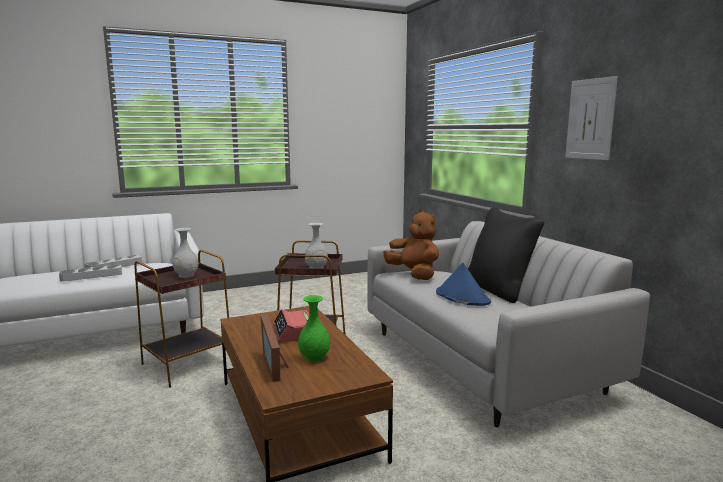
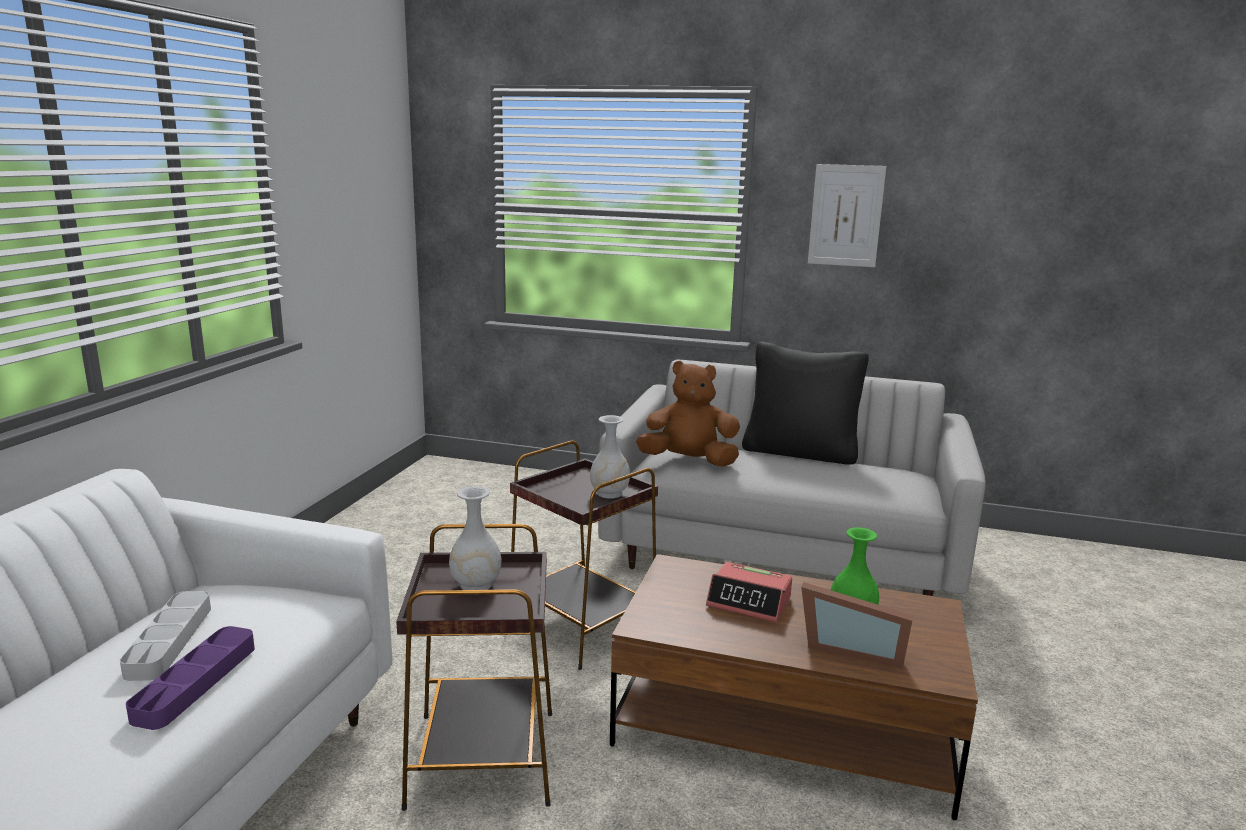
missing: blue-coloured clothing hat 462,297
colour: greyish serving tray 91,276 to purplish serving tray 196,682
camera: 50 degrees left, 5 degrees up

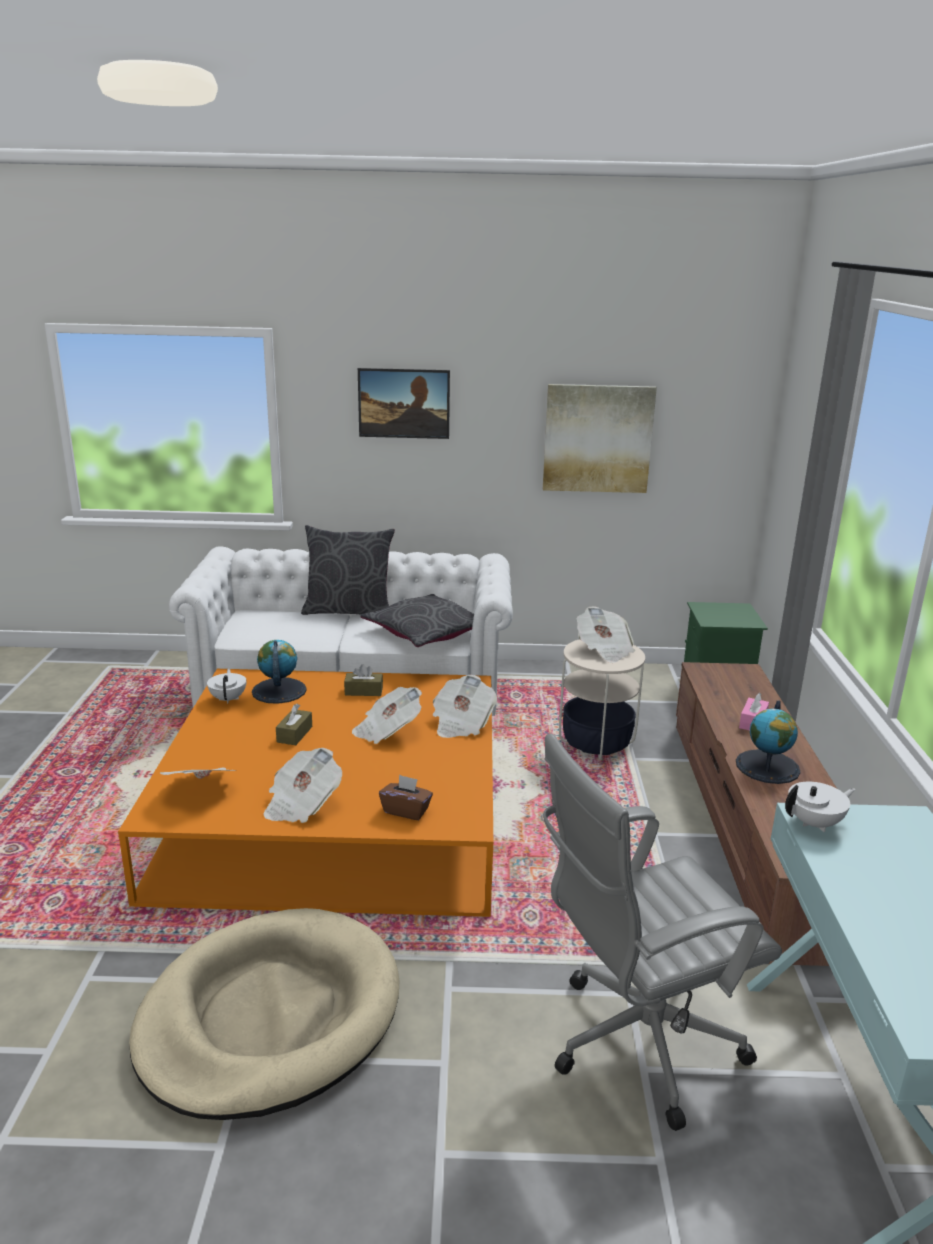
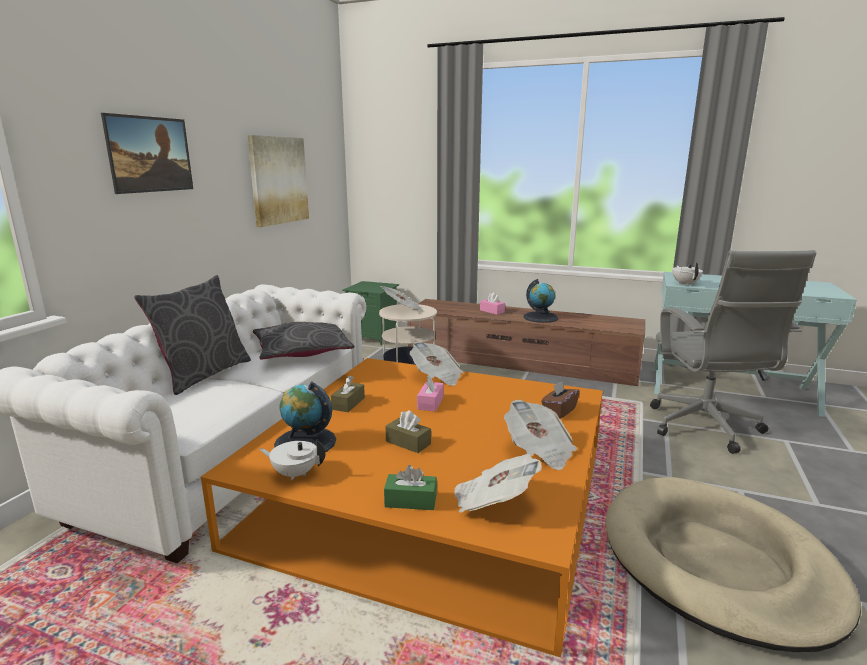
appeared: green box of tissues 410,501
exchanged: daily paper 387,731 to pink box of tissues 430,403
camera: 70 degrees left, 5 degrees down

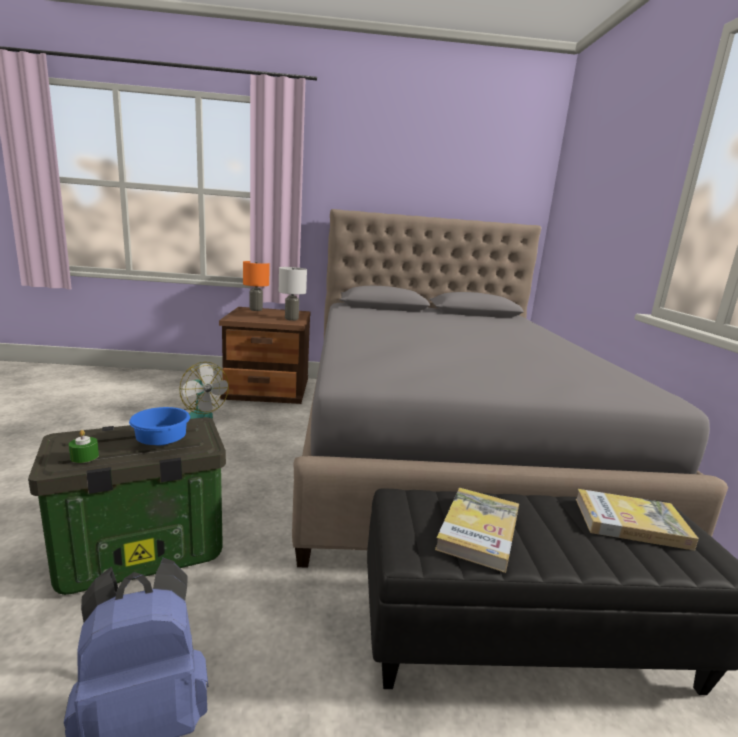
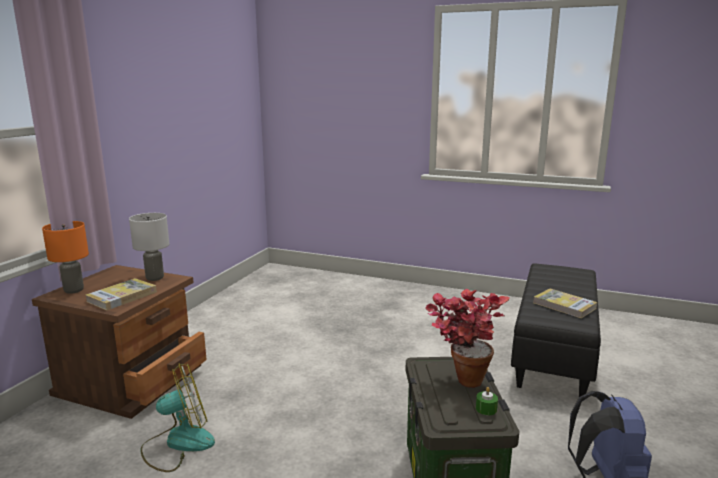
missing: greyish sleeping bed 443,444
relocated: volume 630,522 to 122,297
exchanged: blue-coloured bowl 160,441 to potted plant 461,377
camera: 65 degrees left, 0 degrees up

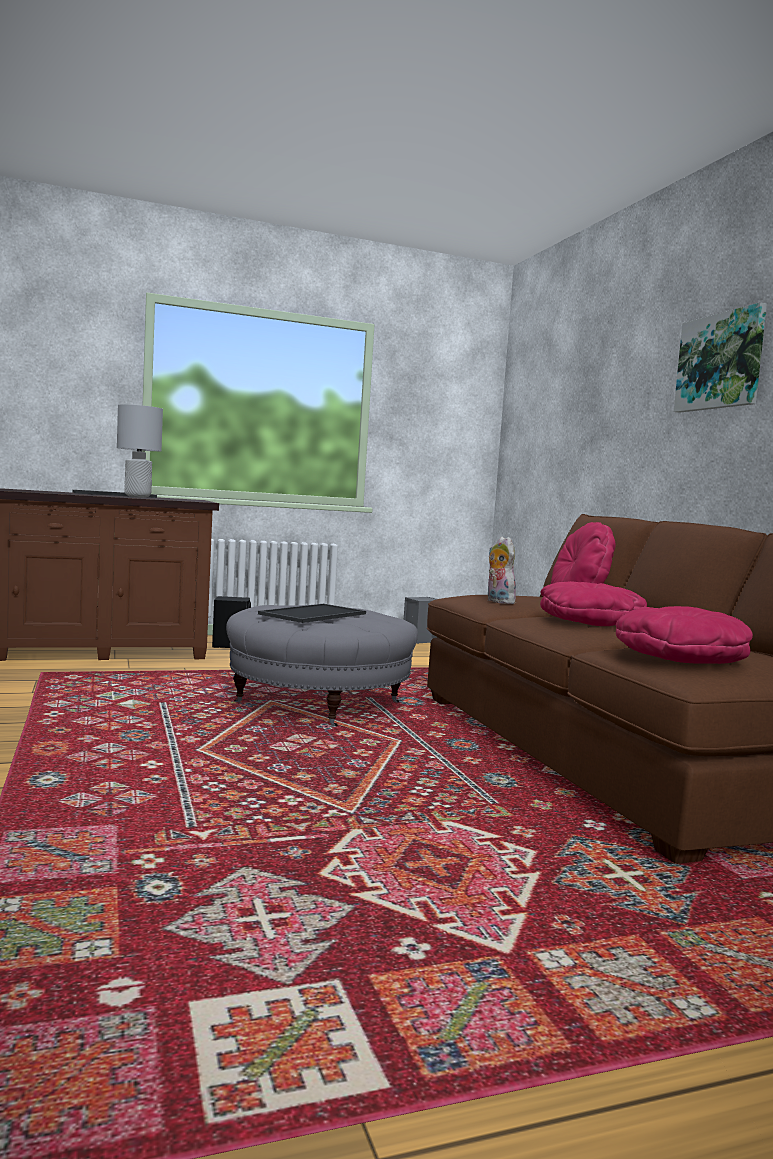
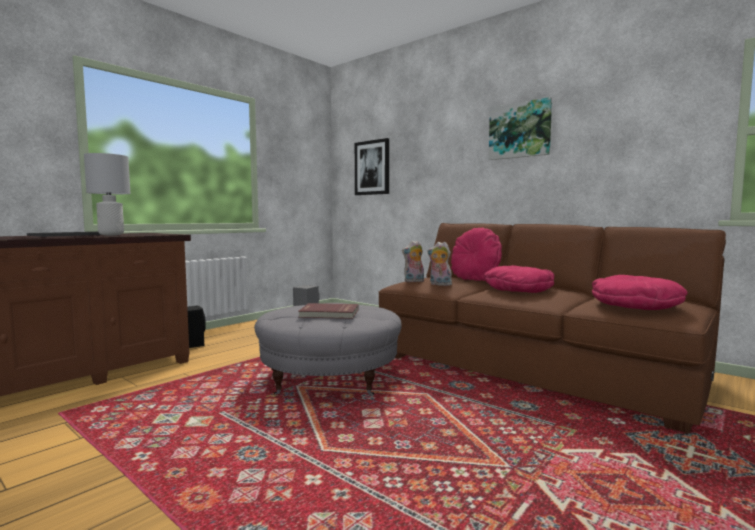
appeared: wall art 372,167; soft toy 414,281
exchanged: serving tray 314,614 to red volume 329,313
camera: 30 degrees left, 0 degrees up

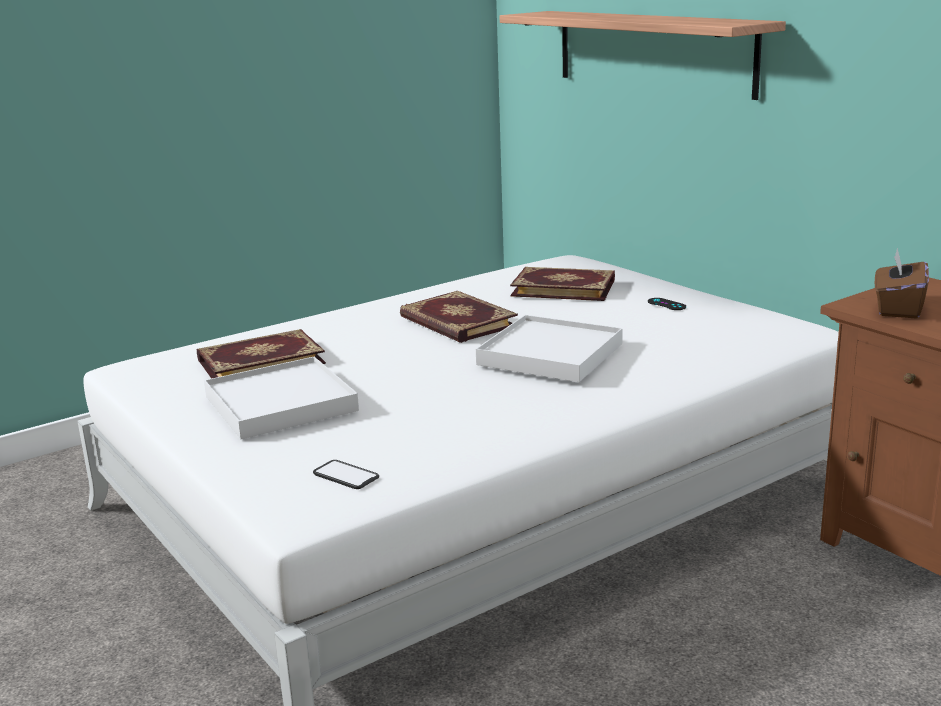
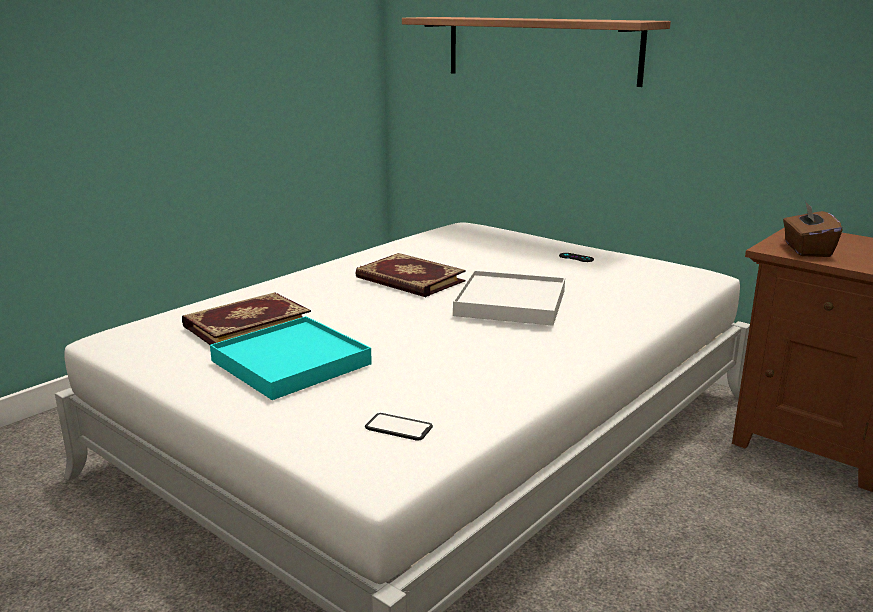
missing: volume 563,287
colour: white-coloured serving tray 280,403 to turquoise serving tray 290,362
camera: 15 degrees left, 0 degrees up

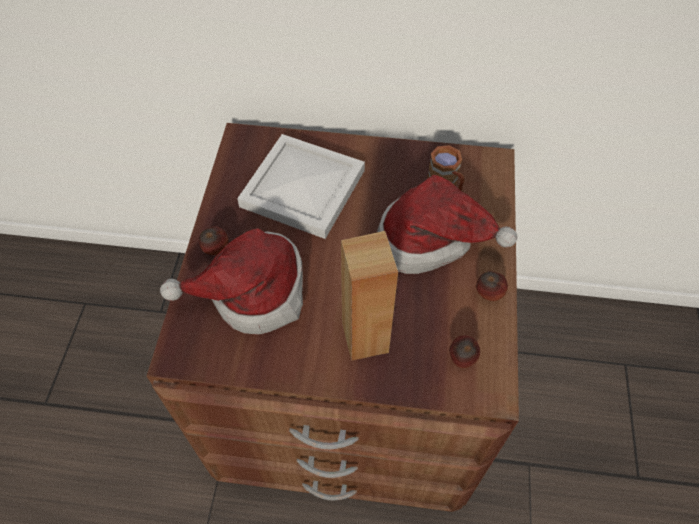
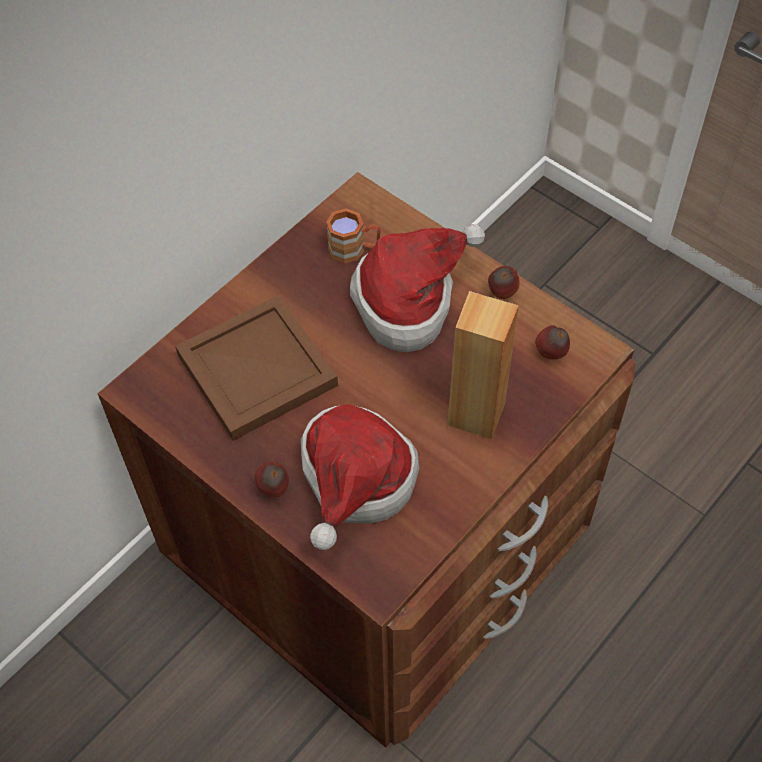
colour: white-coloured serving tray 302,187 to brown-coloured serving tray 254,370
camera: 55 degrees left, 0 degrees up

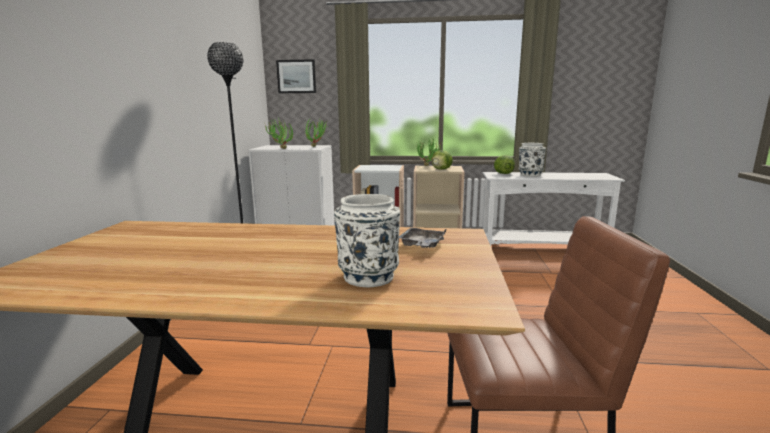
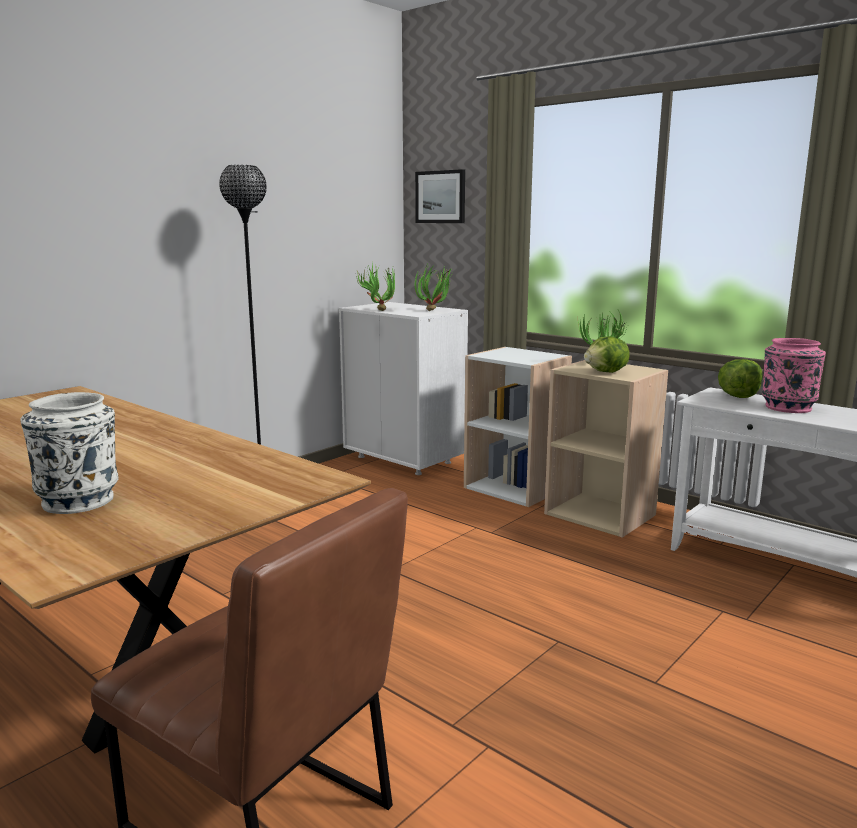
missing: greyish serving tray 421,245
colour: white-coloured vase 529,175 to pink vase 787,407
camera: 35 degrees right, 0 degrees up

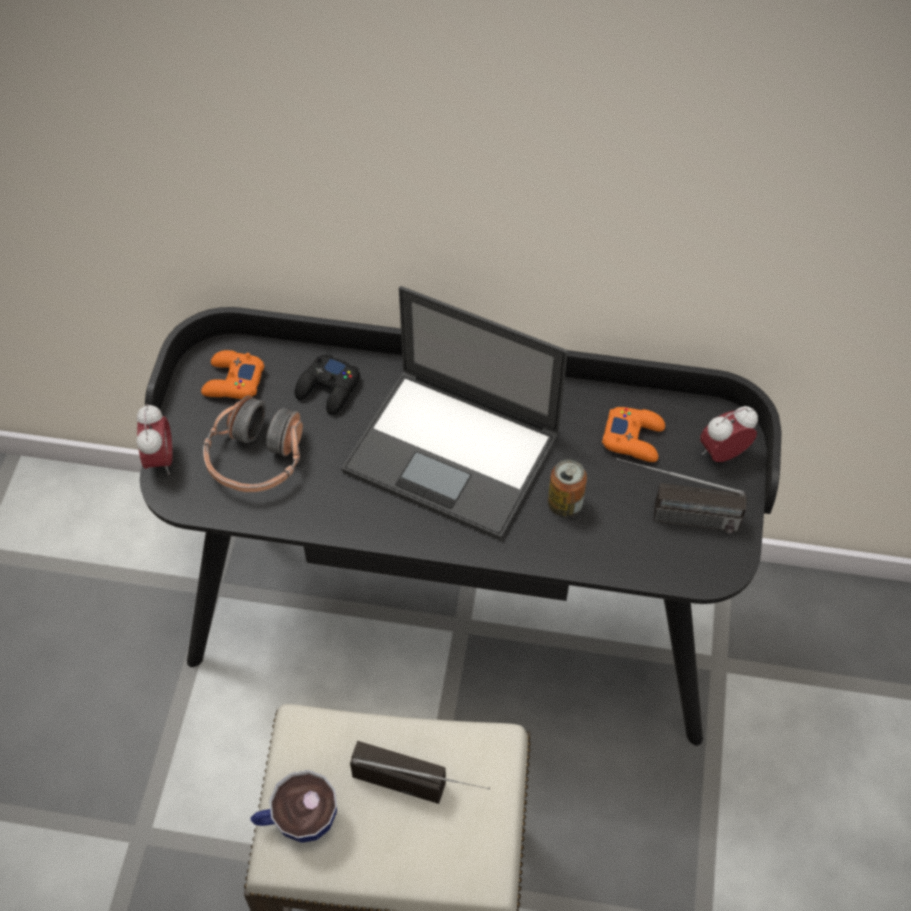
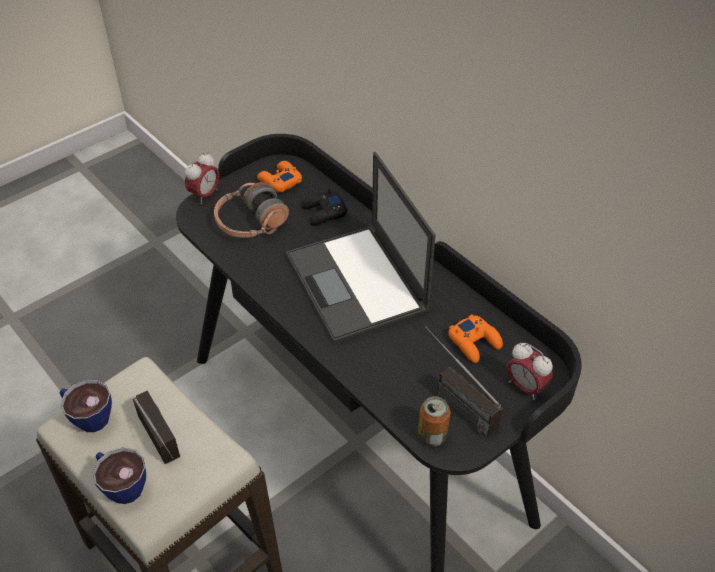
appeared: drinking cup 121,485
relocated: can 565,504 to 432,436
spun: bedside clock 722,453 = 525,387 150 degrees counterclockwise
camera: 40 degrees right, 10 degrees down

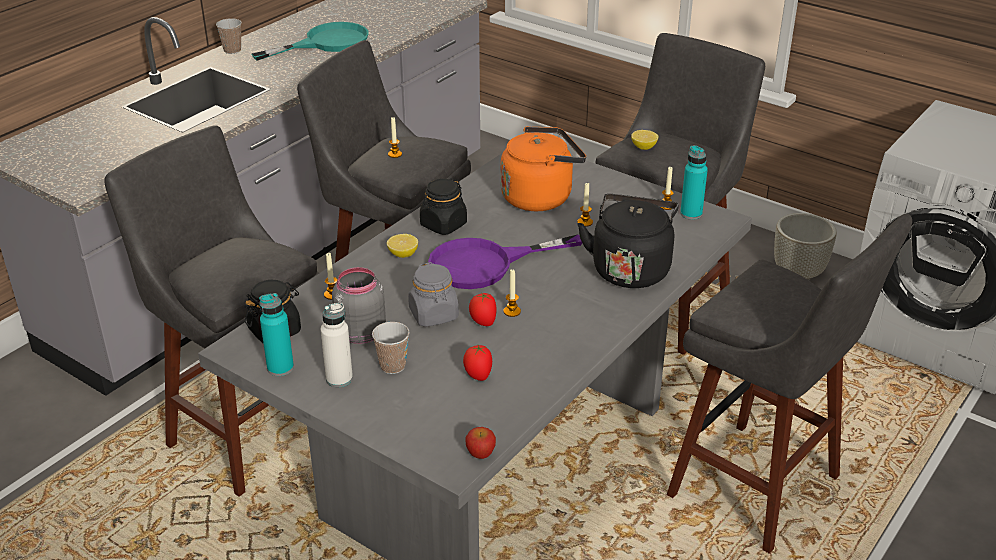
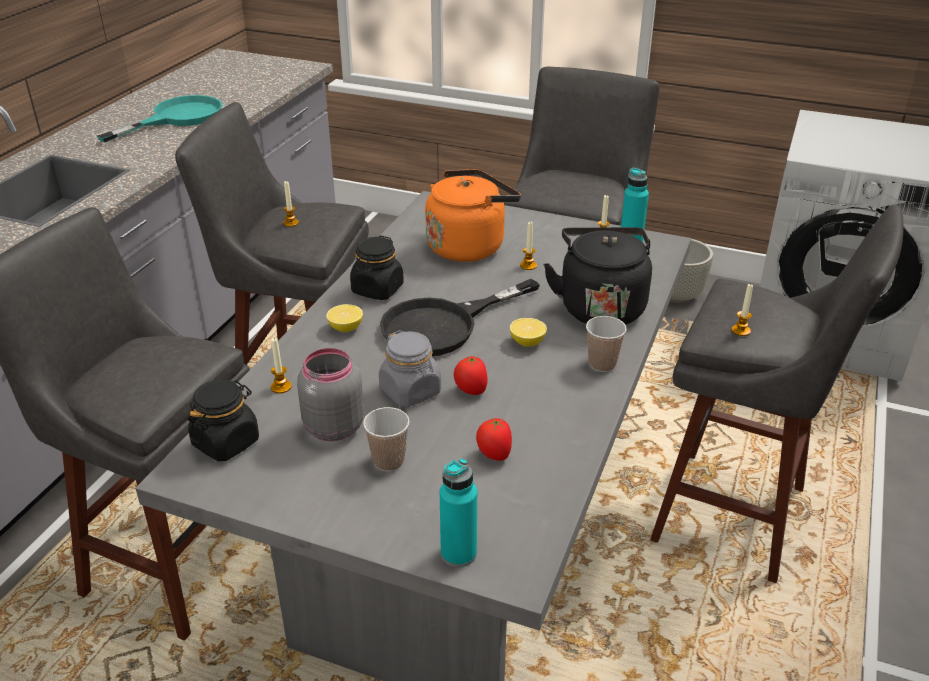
missing: white-coloured drink bottle 339,379; apple 480,454
relocated: drinking cup 232,50 to 602,364; turquoise drink bottle 280,368 to 458,554; wax candle 512,311 to 741,330; citrus fruit 643,147 to 527,342
colour: purplish skillet 485,264 to blackish skillet 443,325
camera: 15 degrees left, 0 degrees up

